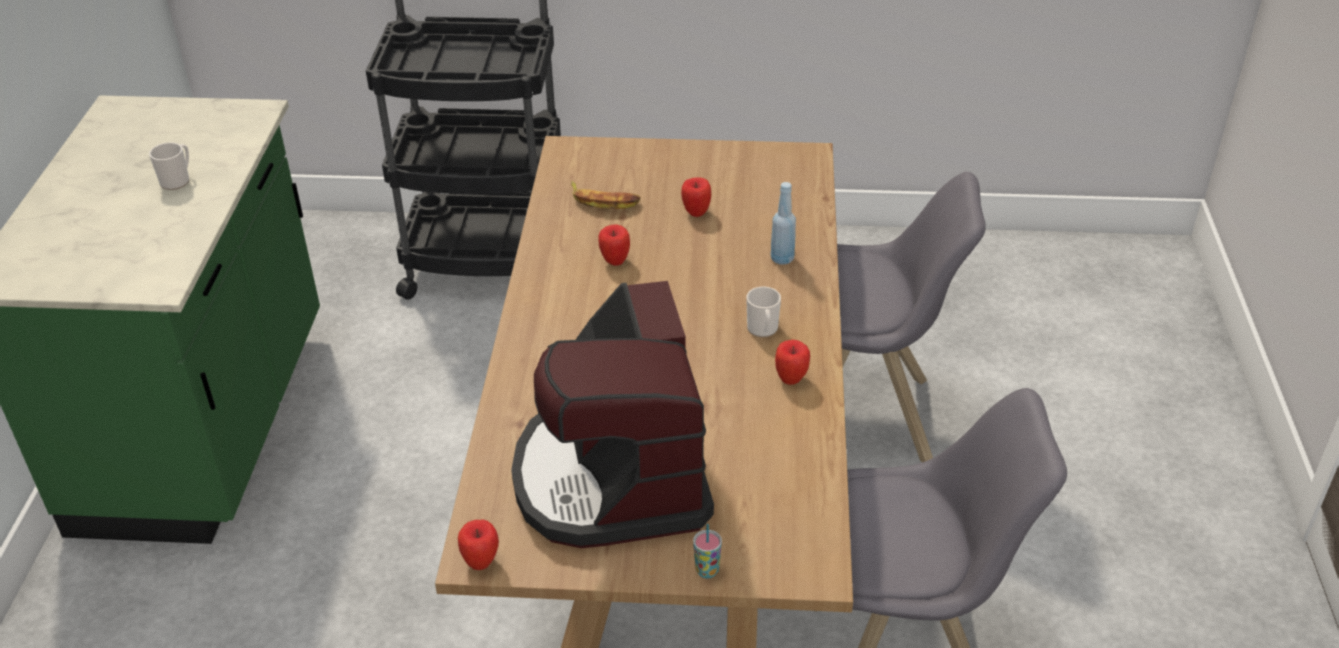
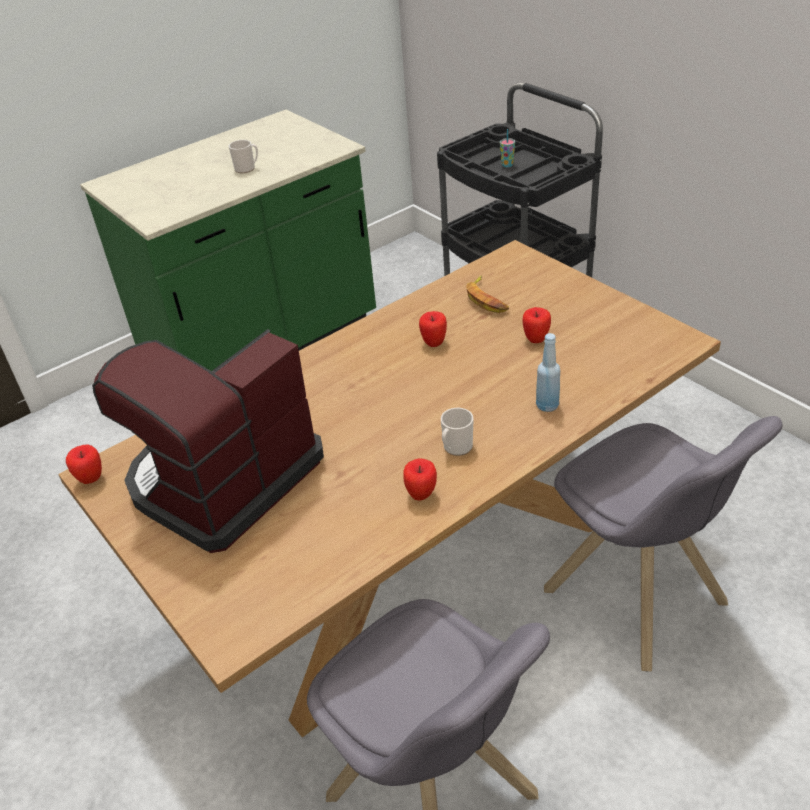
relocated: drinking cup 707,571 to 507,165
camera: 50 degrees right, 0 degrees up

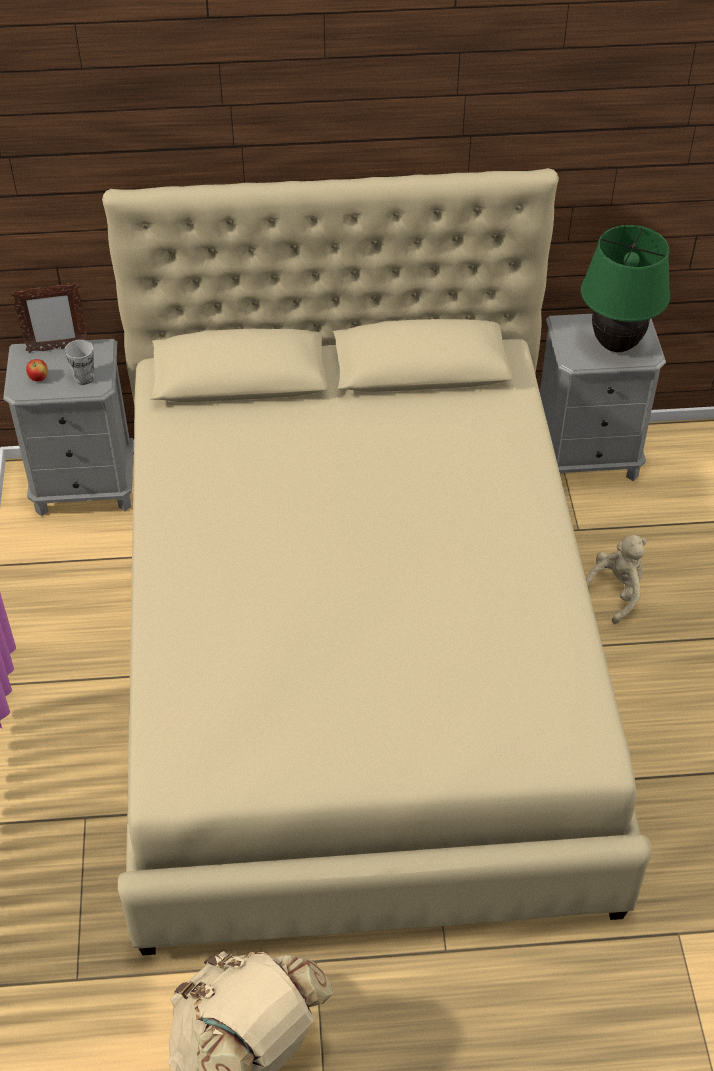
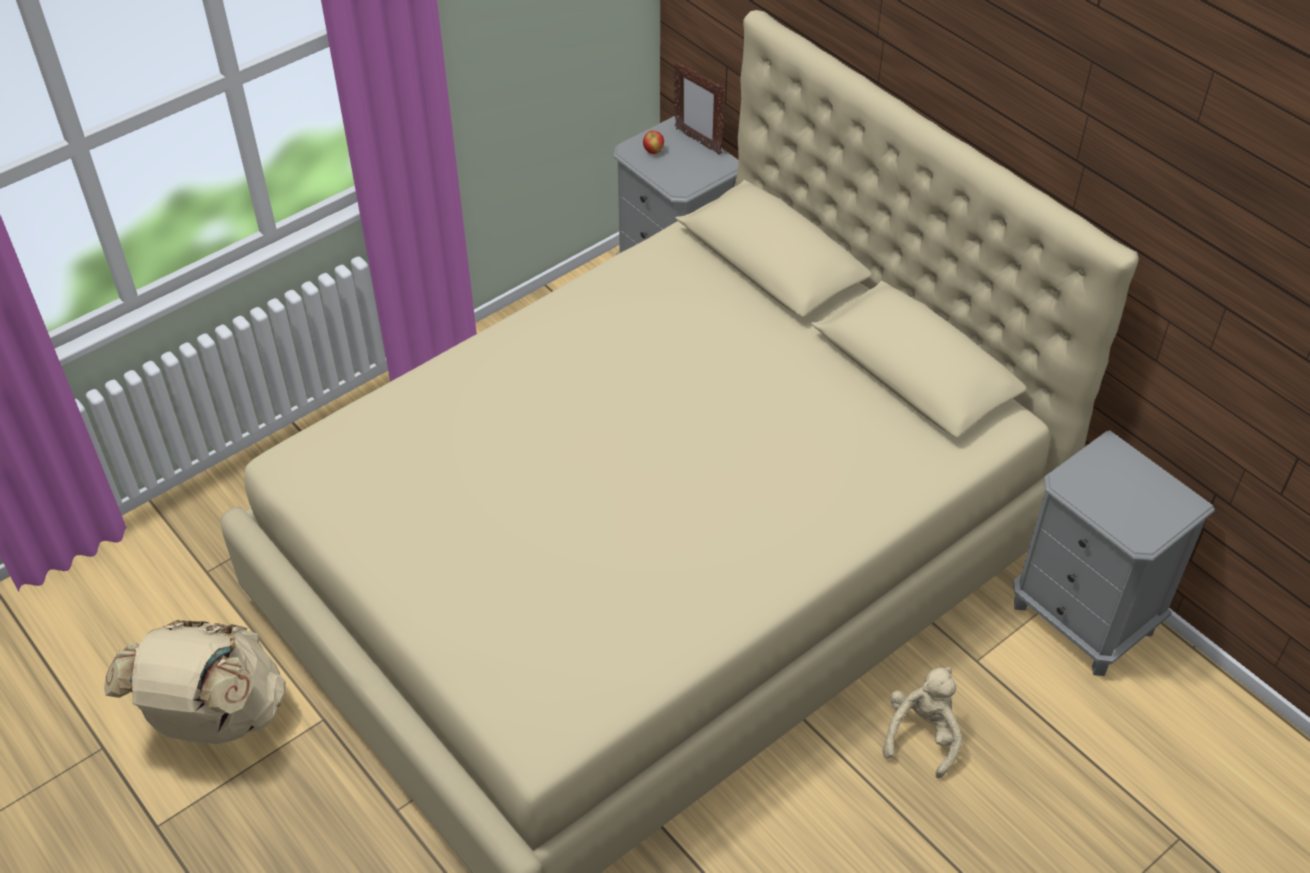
missing: drinking cup 84,377; green tabletop lamp 615,345
spun: beige soft toy 614,593 = 922,735 75 degrees counterclockwise
camera: 55 degrees right, 0 degrees up

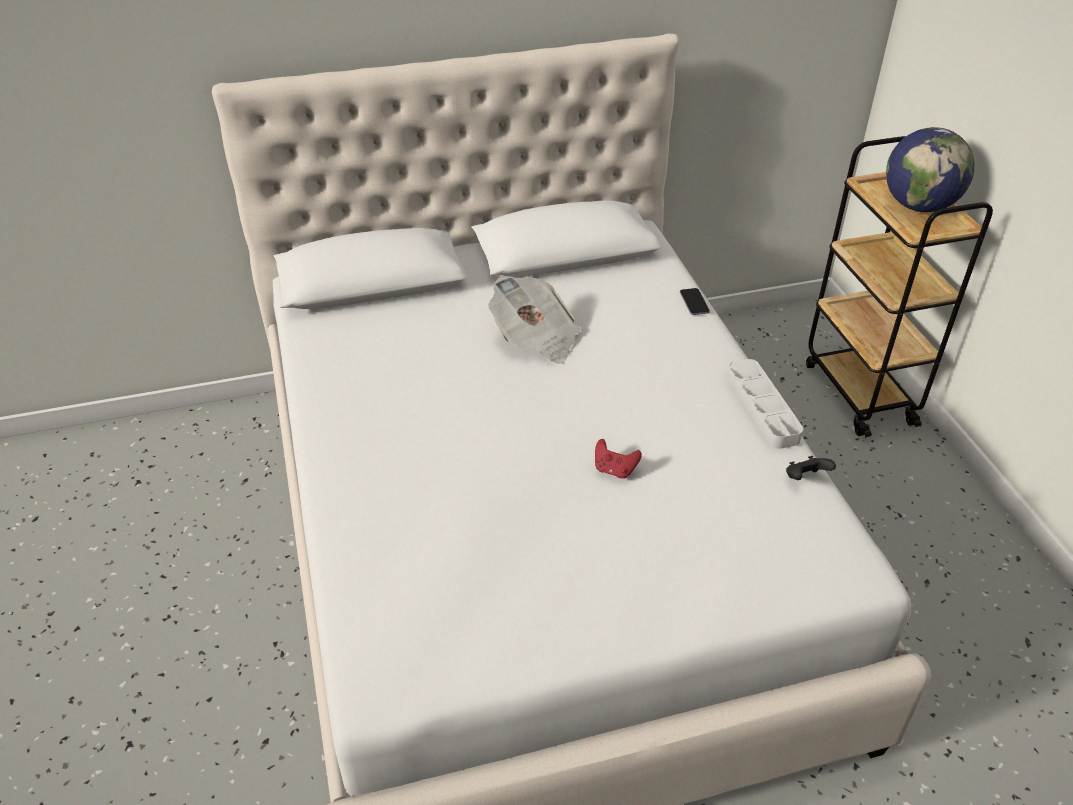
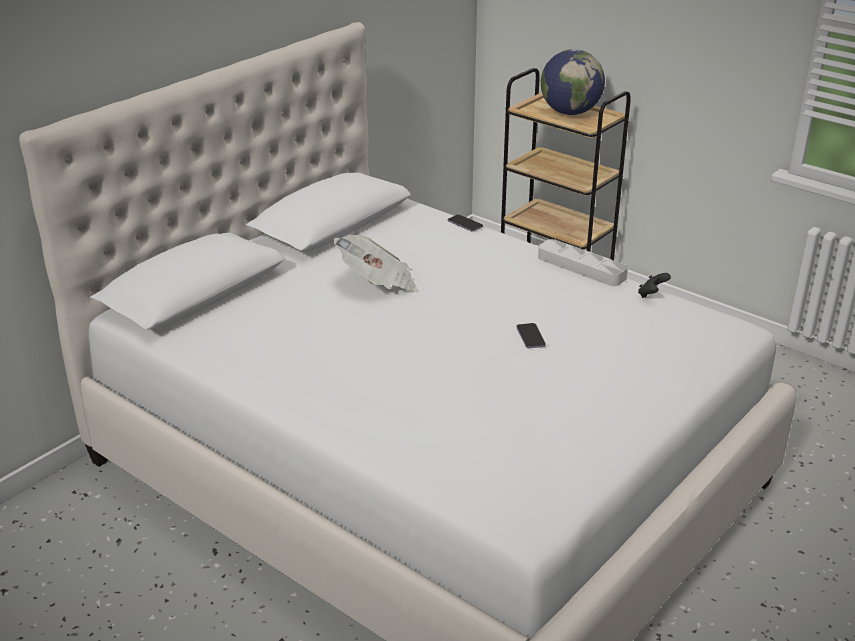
exchanged: red gamepad 614,470 to phone 530,337
camera: 35 degrees left, 10 degrees down

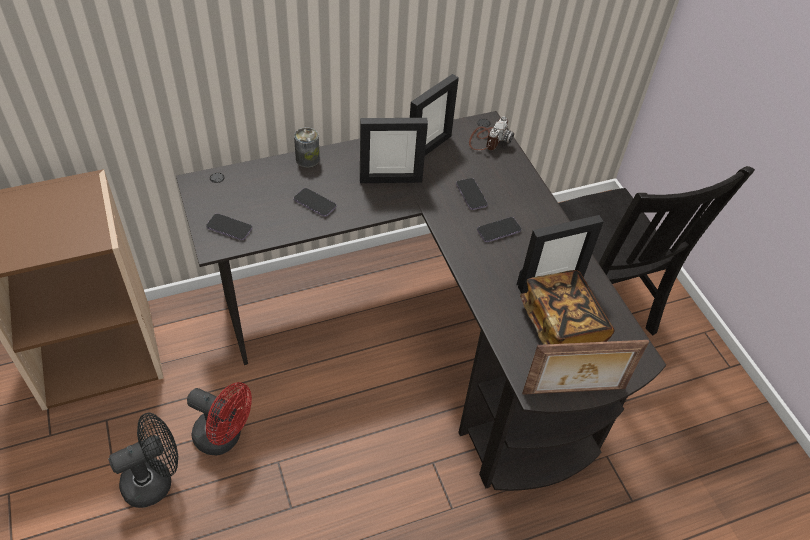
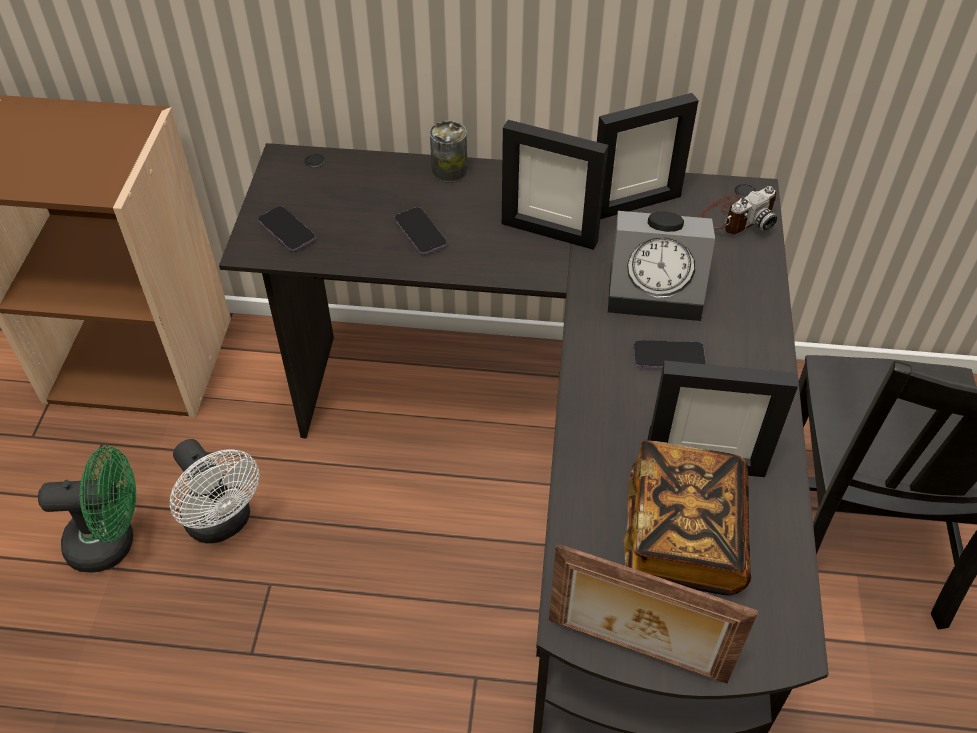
exchanged: phone 471,195 to bedside clock 658,291
colour: blackish electric fan 155,480 to green electric fan 112,542; red electric fan 224,437 to white-coloured electric fan 223,523
camera: 30 degrees right, 0 degrees up

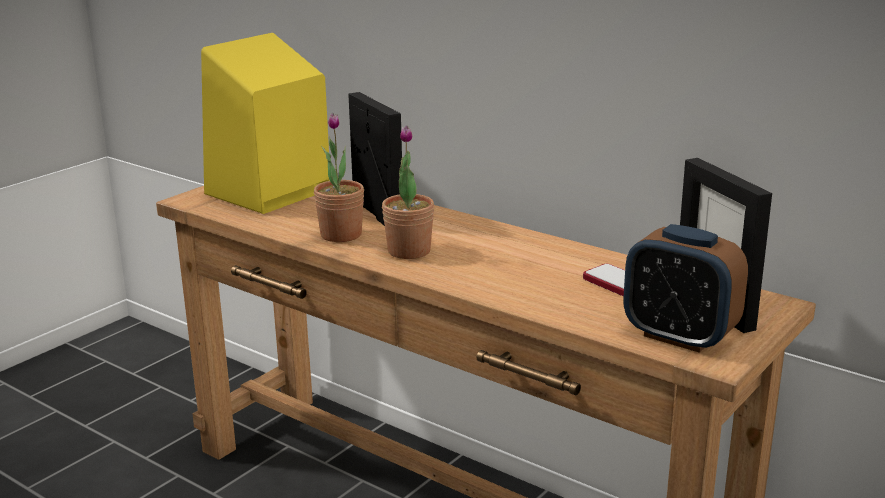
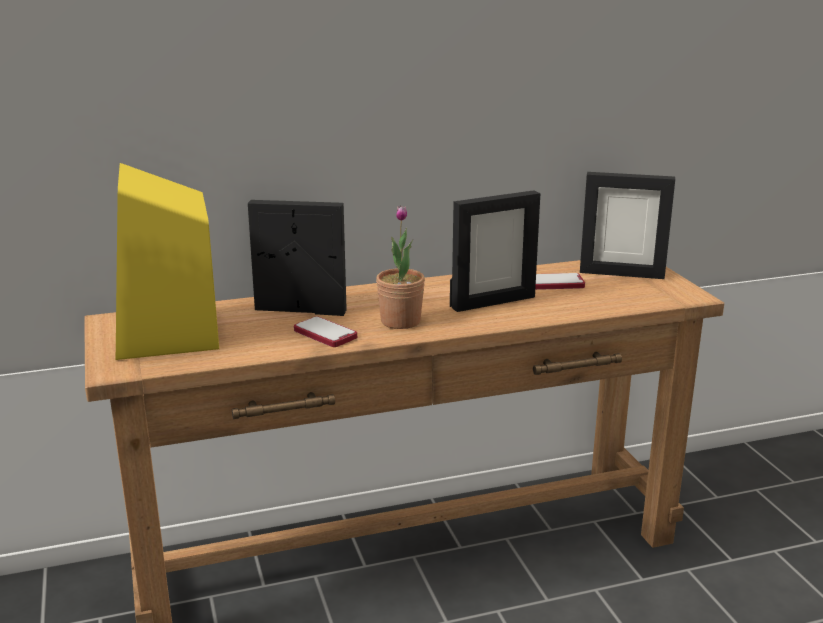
missing: bedside clock 679,336
appeared: photo frame 492,302
exchanged: potted plant 341,235 to phone 325,334
camera: 55 degrees left, 0 degrees up

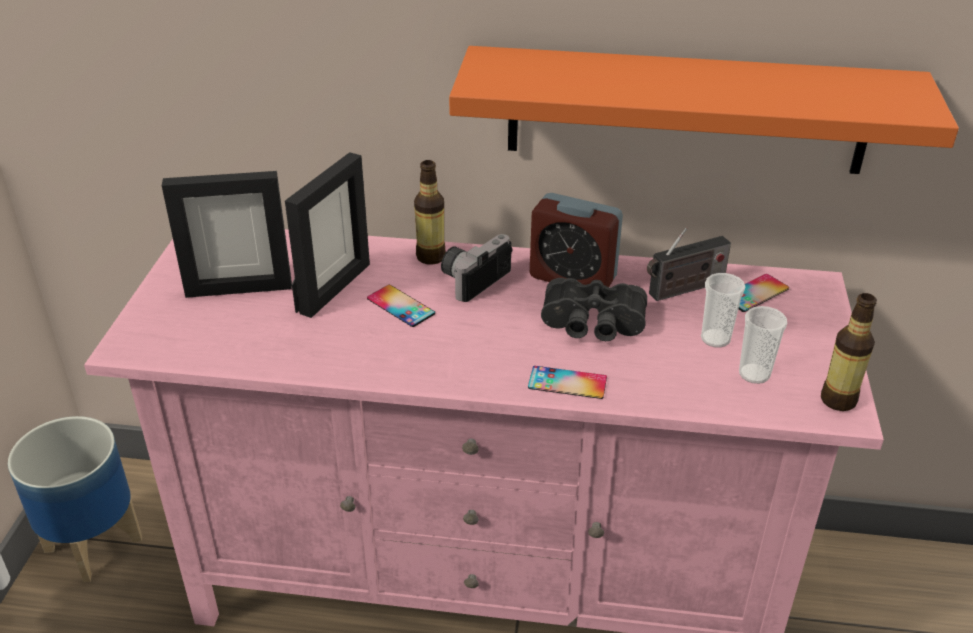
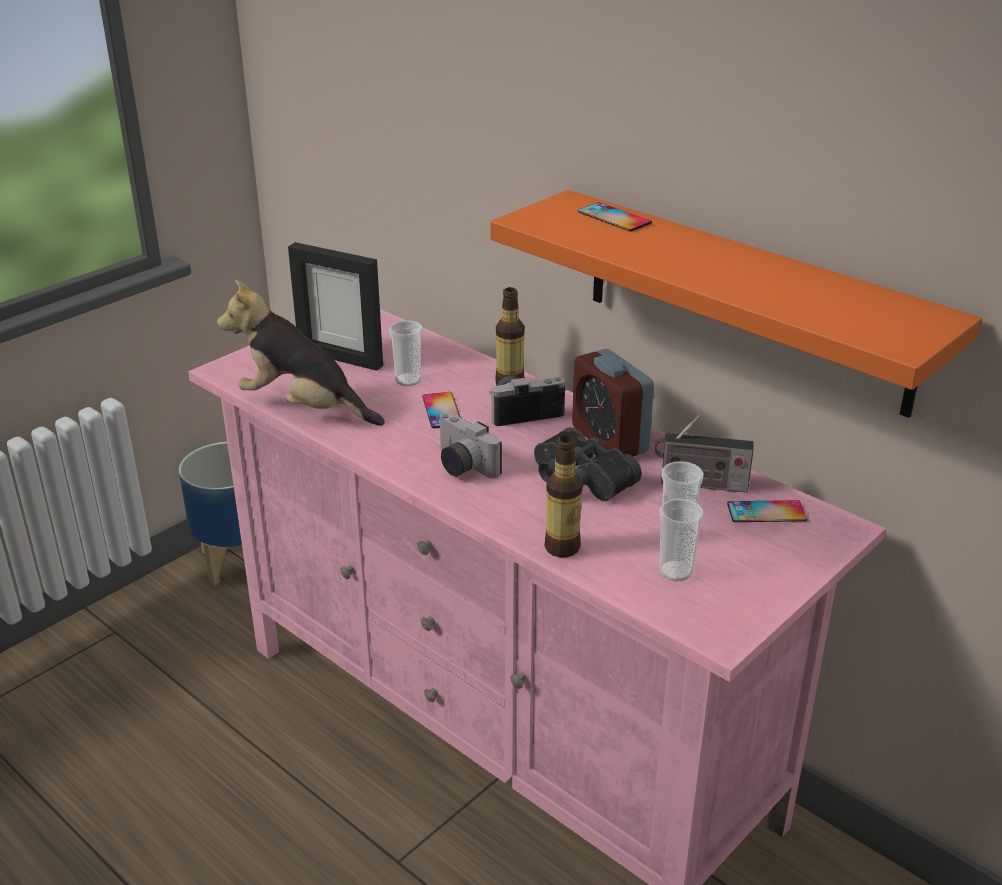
appeared: soft toy 303,408; photo camera 461,466
relocated: phone 567,383 to 614,217; drink bottle 838,400 to 562,547
exchanged: photo frame 333,287 to drinking cup 408,380
camera: 35 degrees right, 5 degrees down

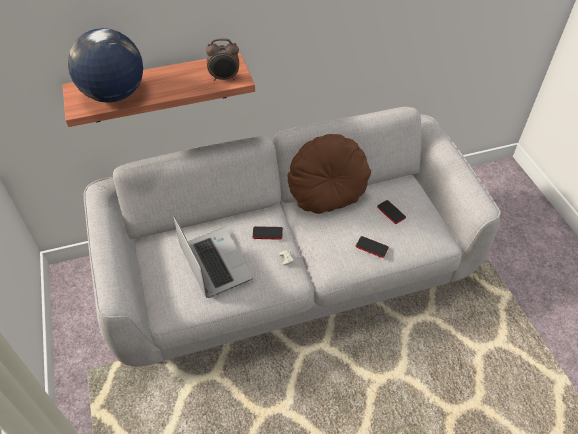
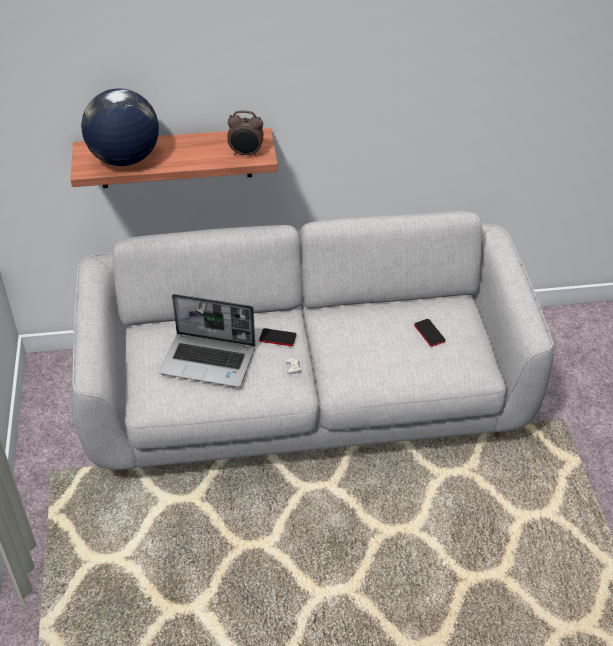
missing: brown-coloured pillow 327,200; phone 371,247
spun: portable computer 214,263 = 209,361 120 degrees clockwise
camera: 10 degrees right, 5 degrees down

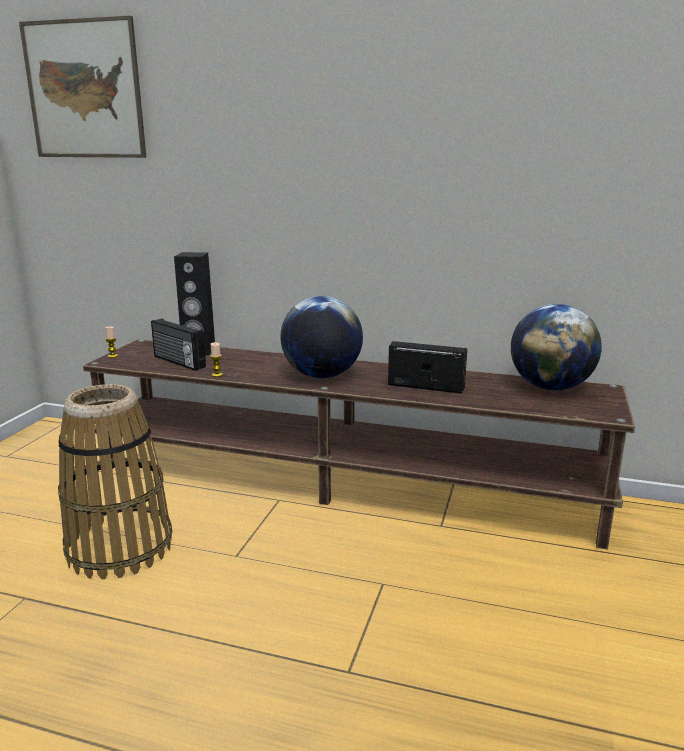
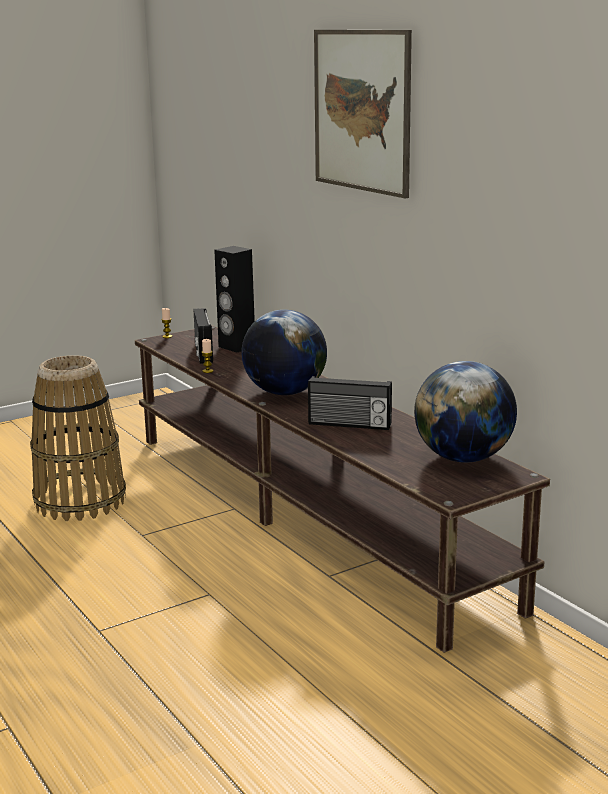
relocated: wall art 84,90 to 361,111
spun: radio receiver 426,386 = 349,425 135 degrees clockwise
camera: 40 degrees right, 0 degrees up

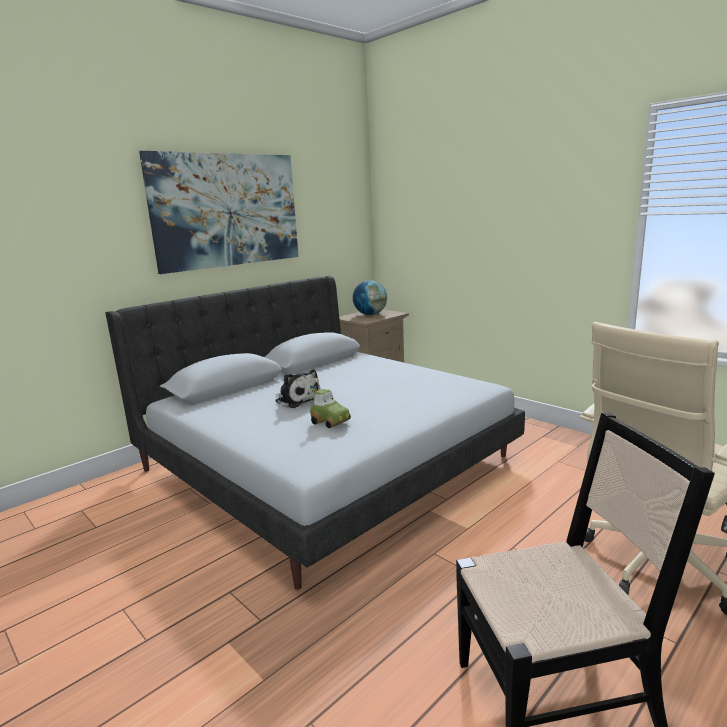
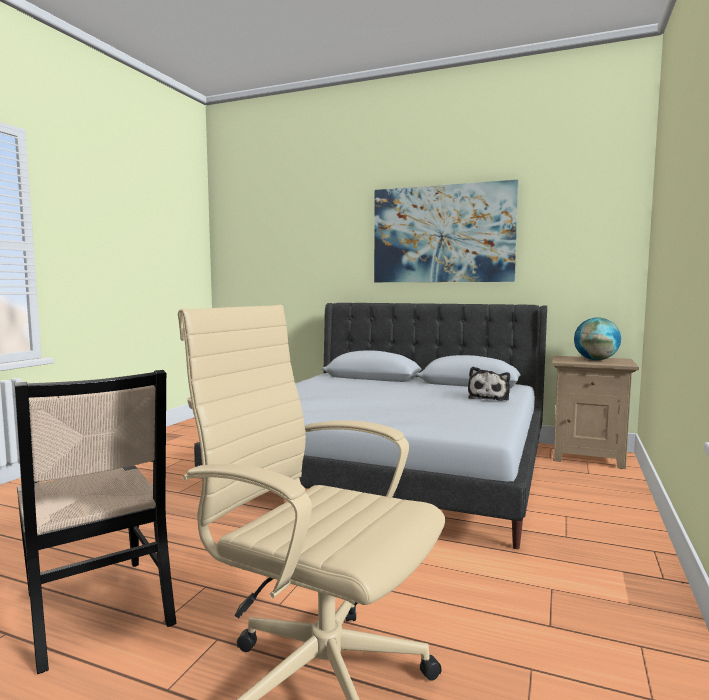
missing: miniature car 331,421
relocated: soft toy 297,400 to 489,397
camera: 65 degrees right, 10 degrees down

